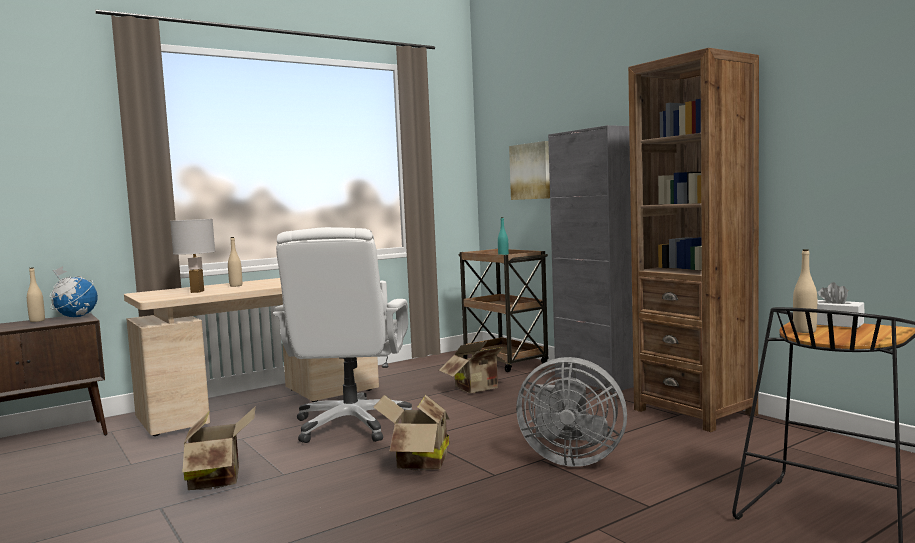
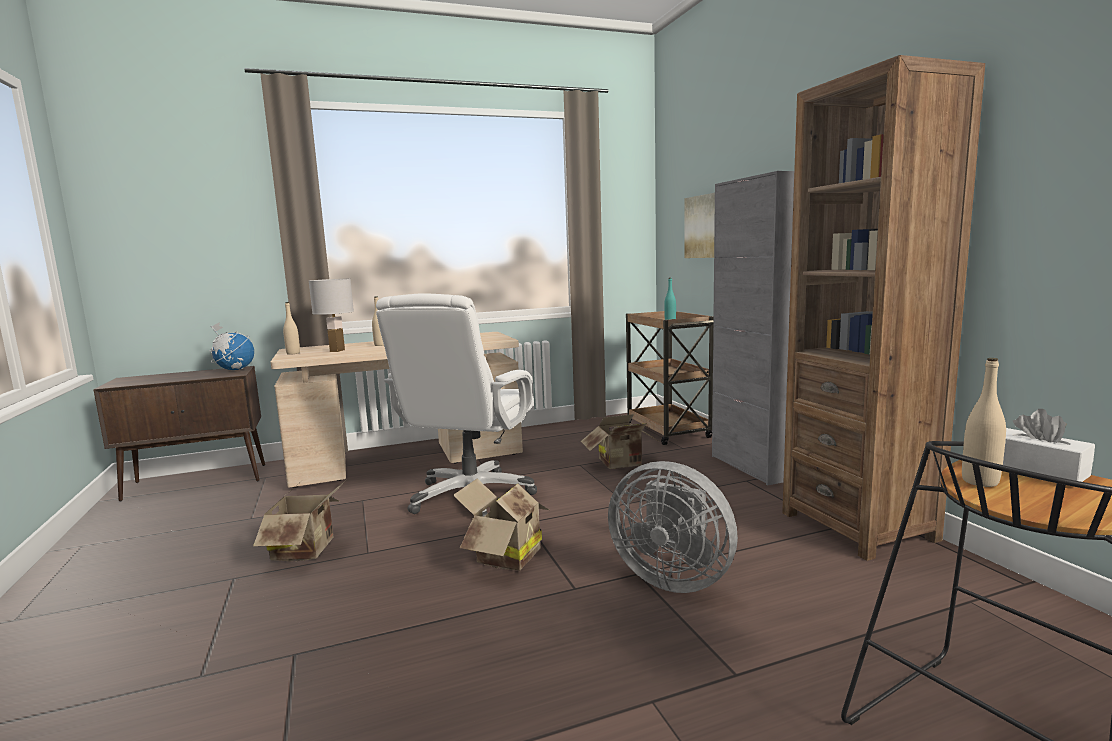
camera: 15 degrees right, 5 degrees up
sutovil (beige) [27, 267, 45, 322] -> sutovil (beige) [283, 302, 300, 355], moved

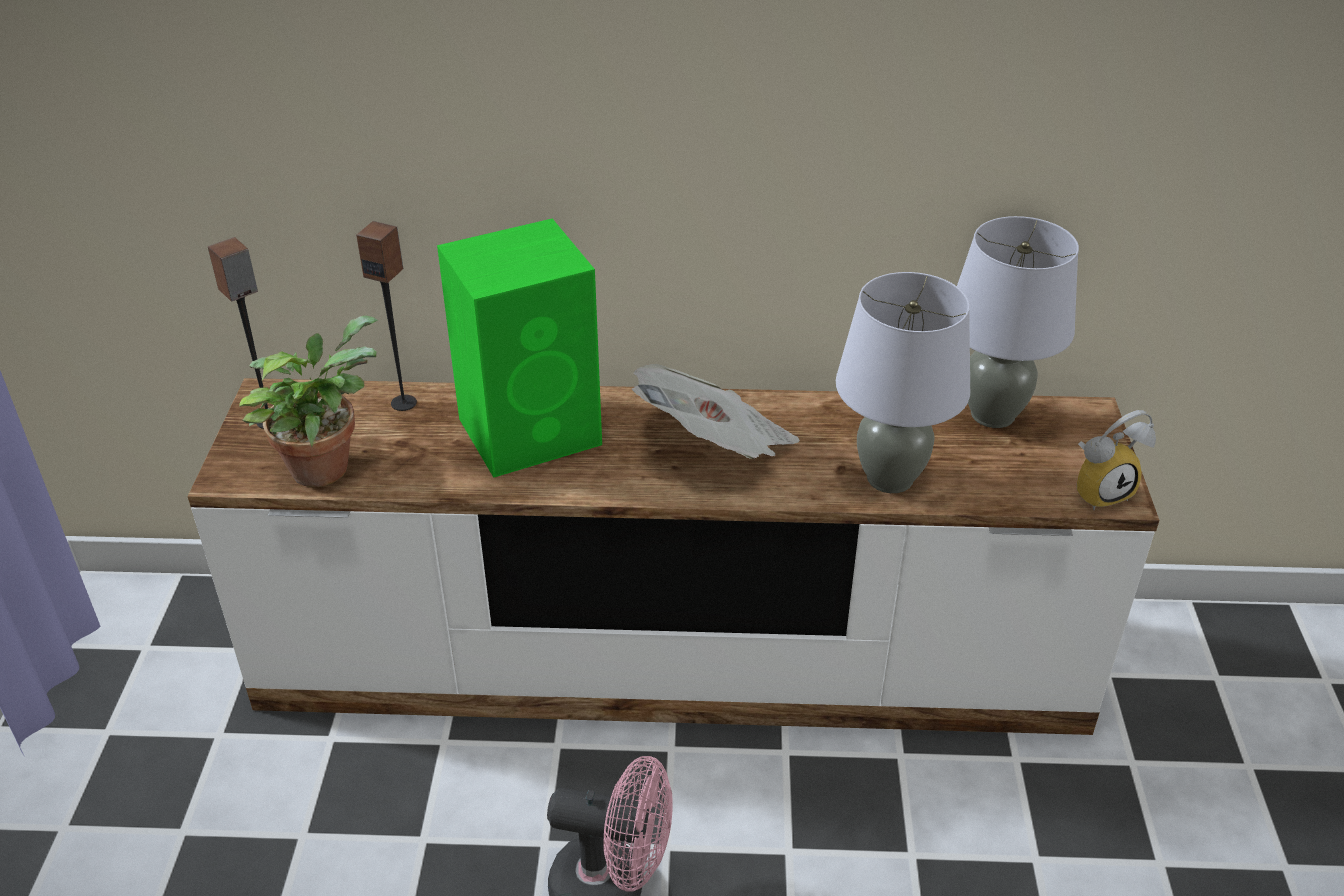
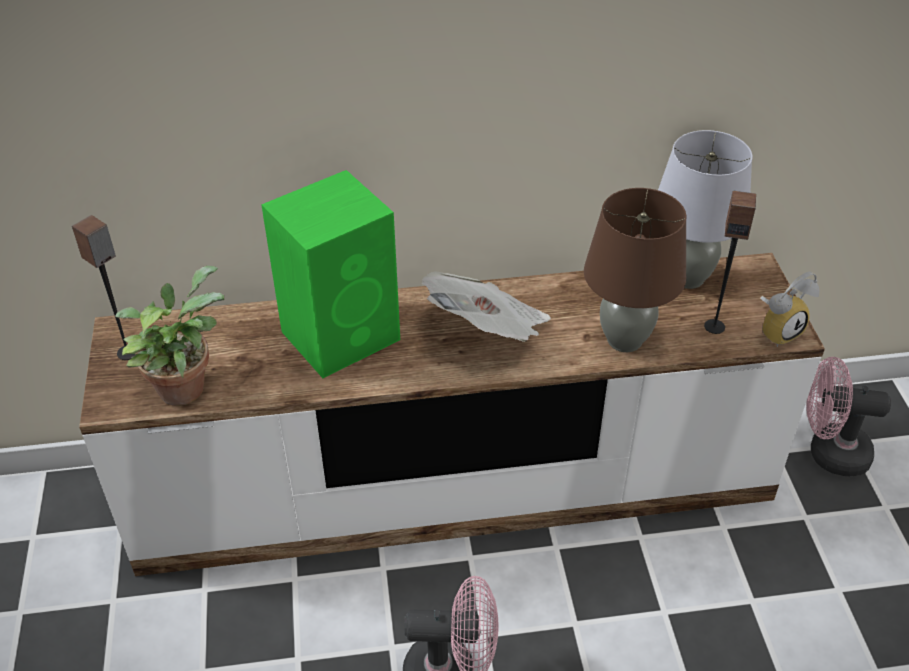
camera: 10 degrees left, 5 degrees up
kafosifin [356, 221, 417, 411] -> kafosifin [704, 191, 756, 334], moved
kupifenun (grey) [836, 272, 971, 493] -> kupifenun (brown) [584, 188, 686, 352]
none -> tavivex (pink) [806, 357, 891, 476]

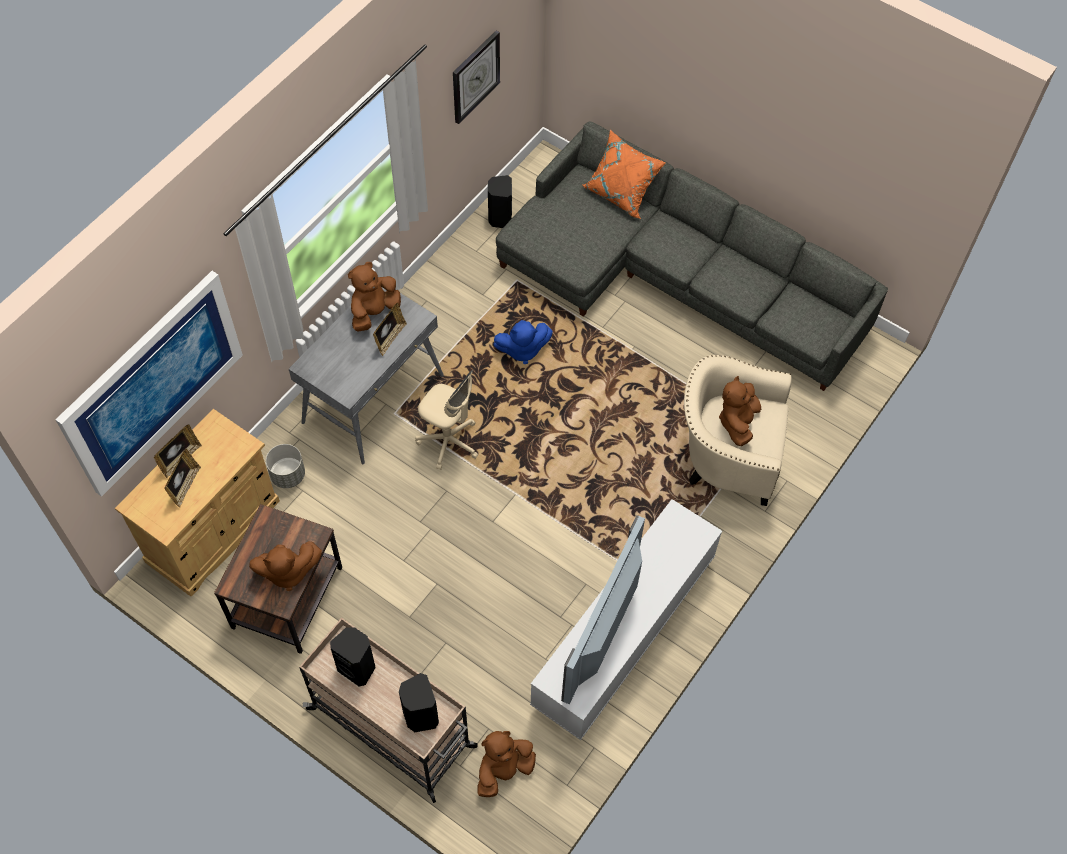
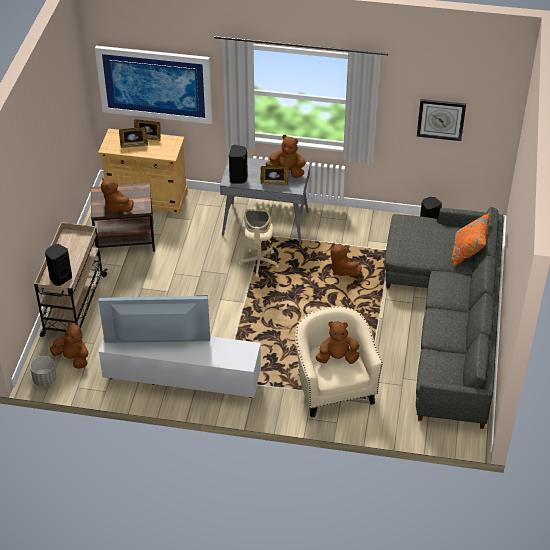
camera: 65 degrees right, 15 degrees down
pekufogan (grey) [266, 444, 305, 488] -> pekufogan (grey) [30, 356, 57, 386], moved
kafosifin (black) [330, 627, 376, 686] -> kafosifin (black) [229, 145, 248, 183], moved
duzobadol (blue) [493, 320, 553, 364] -> duzobadol (brown) [330, 243, 362, 277]

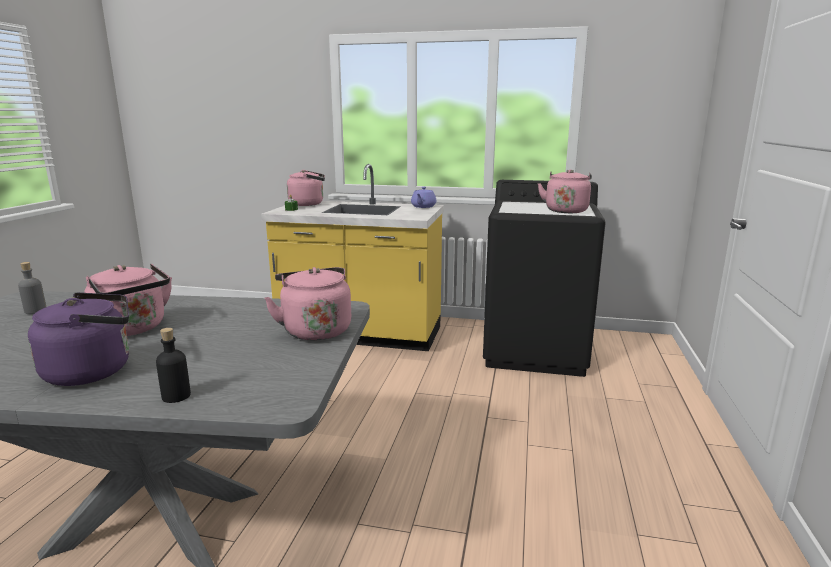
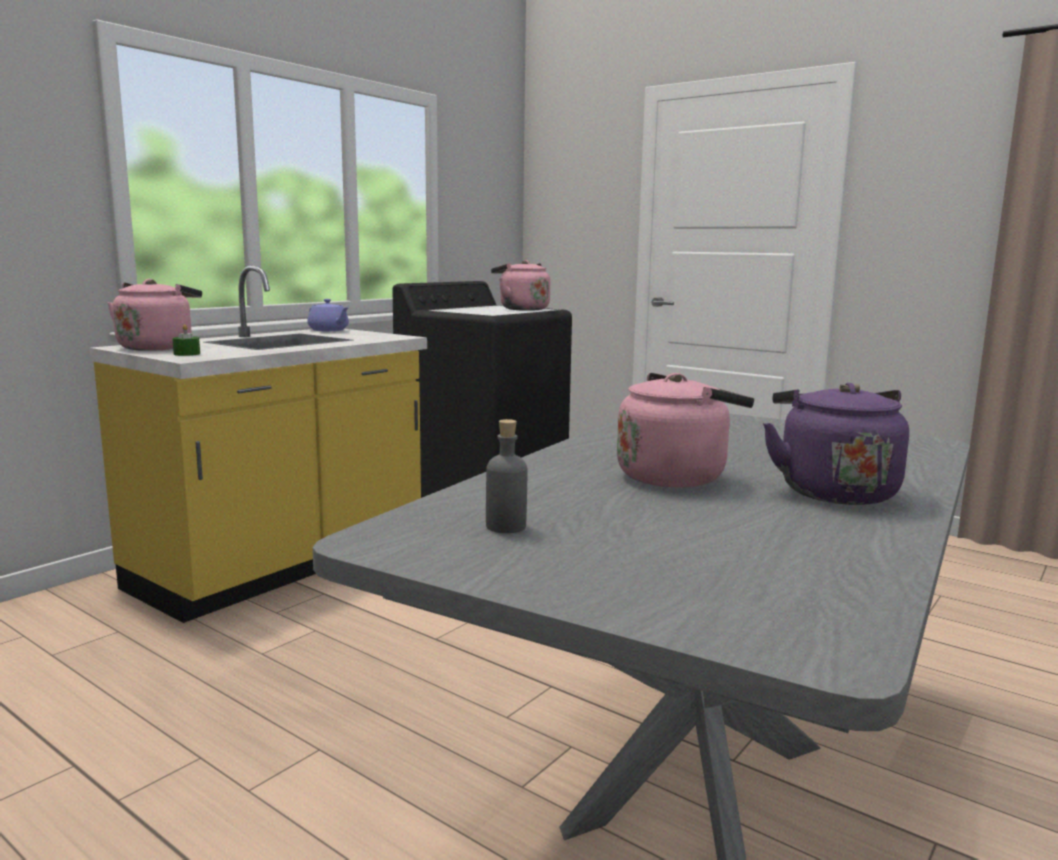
camera: 65 degrees left, 5 degrees down
sutovil (black) [156, 328, 191, 403] -> none
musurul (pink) [264, 267, 351, 341] -> none

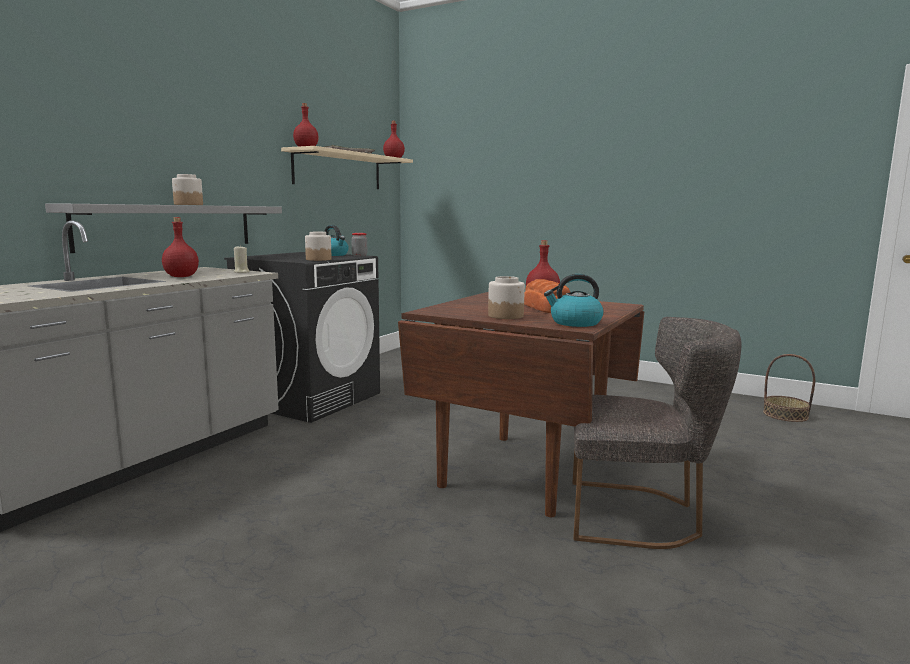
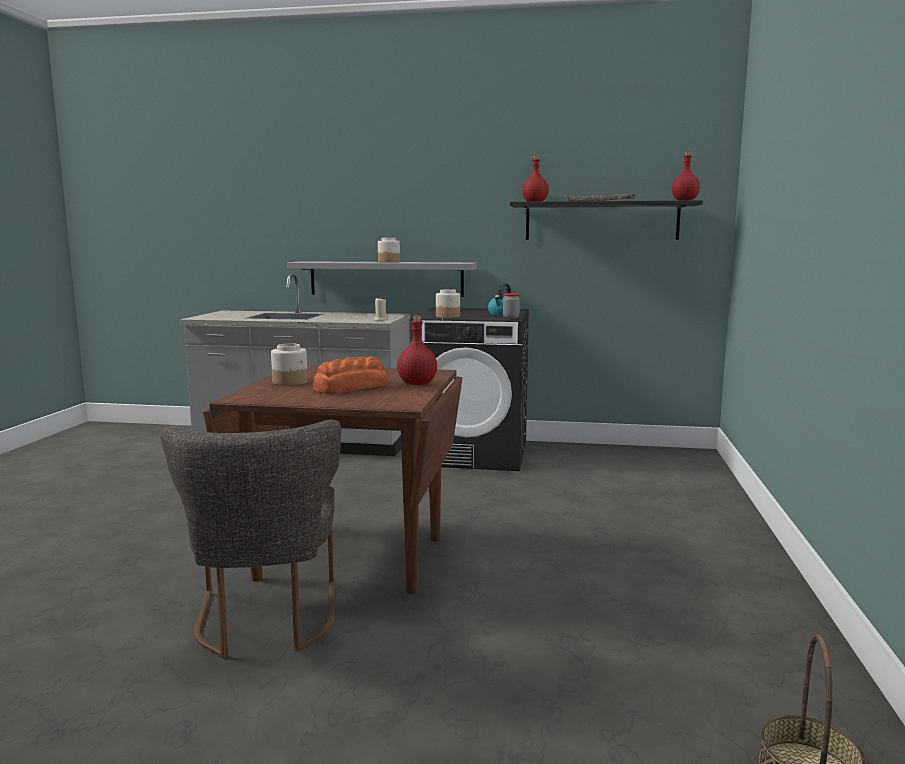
camera: 70 degrees right, 0 degrees up
sutovil (red) [162, 217, 199, 277] -> none
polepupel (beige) [281, 146, 413, 189] -> polepupel (black) [510, 200, 703, 240]
musurul [544, 274, 604, 327] -> none

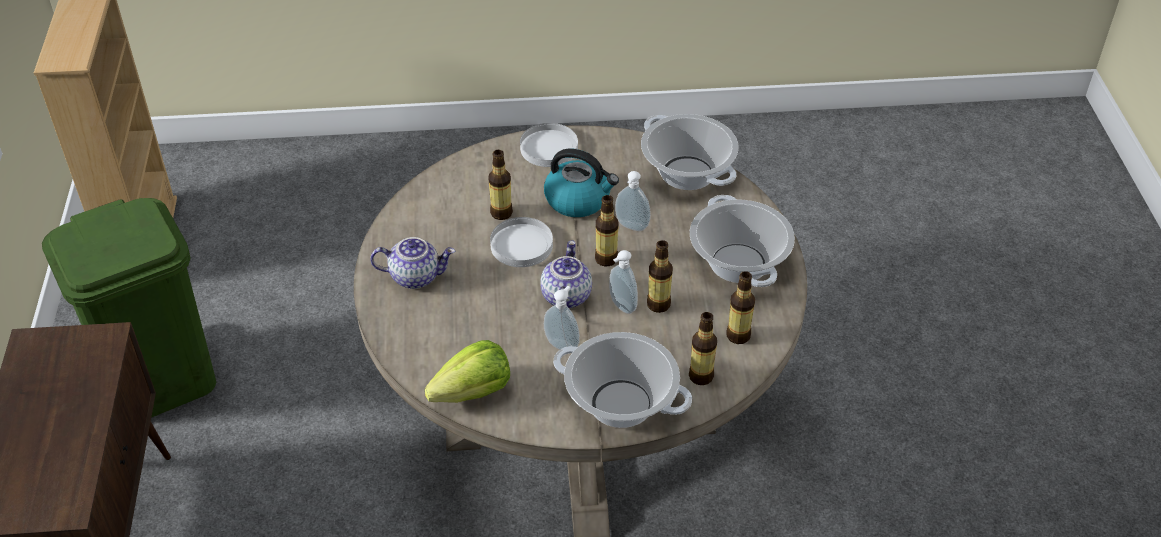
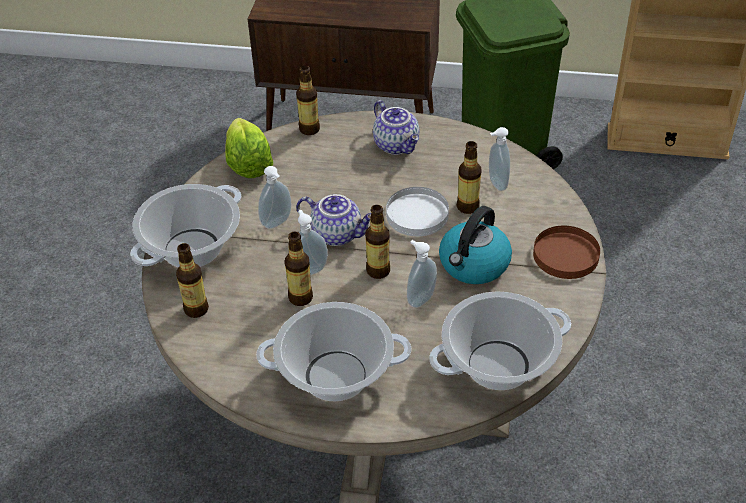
camera: 105 degrees right, 0 degrees up
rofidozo [370, 237, 455, 289] -> rofidozo [373, 100, 419, 155], 45 degrees counterclockwise
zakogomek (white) [520, 123, 578, 167] -> zakogomek (brown) [533, 226, 600, 279]
sutovil [727, 271, 755, 344] -> sutovil [296, 65, 320, 135], moved
none -> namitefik [489, 127, 510, 191]

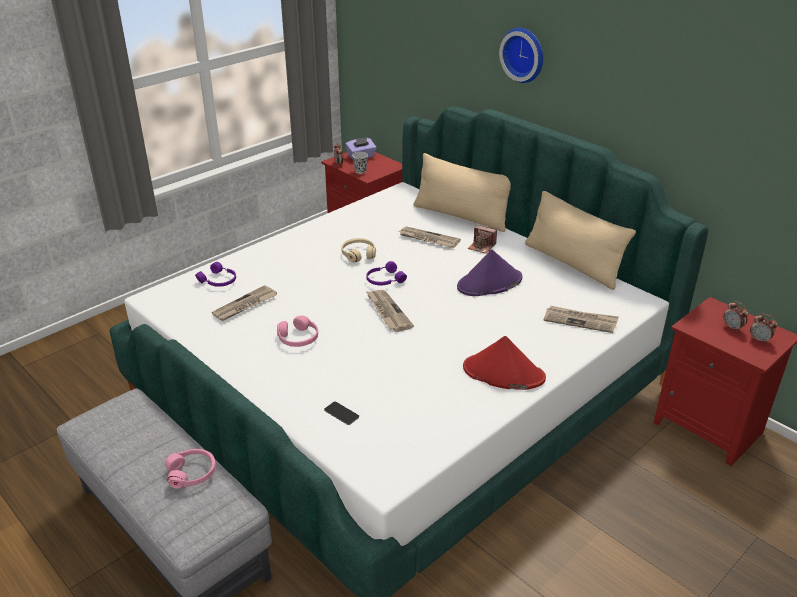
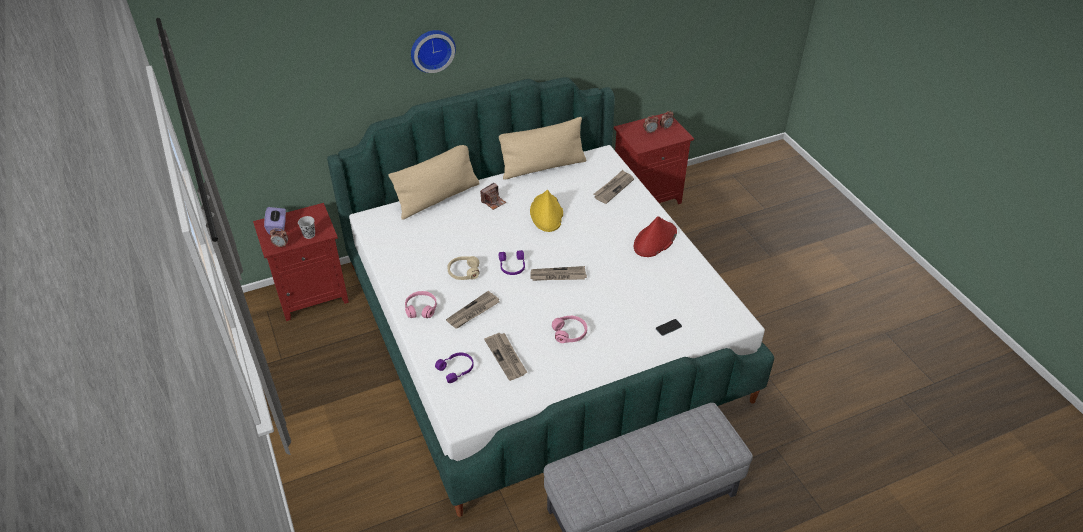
camera: 70 degrees left, 10 degrees up
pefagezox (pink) [165, 449, 216, 489] -> pefagezox (pink) [405, 291, 437, 318], moved
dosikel [398, 227, 461, 248] -> dosikel [446, 291, 500, 329], moved
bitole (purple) [457, 249, 522, 296] -> bitole (yellow) [530, 190, 563, 232]

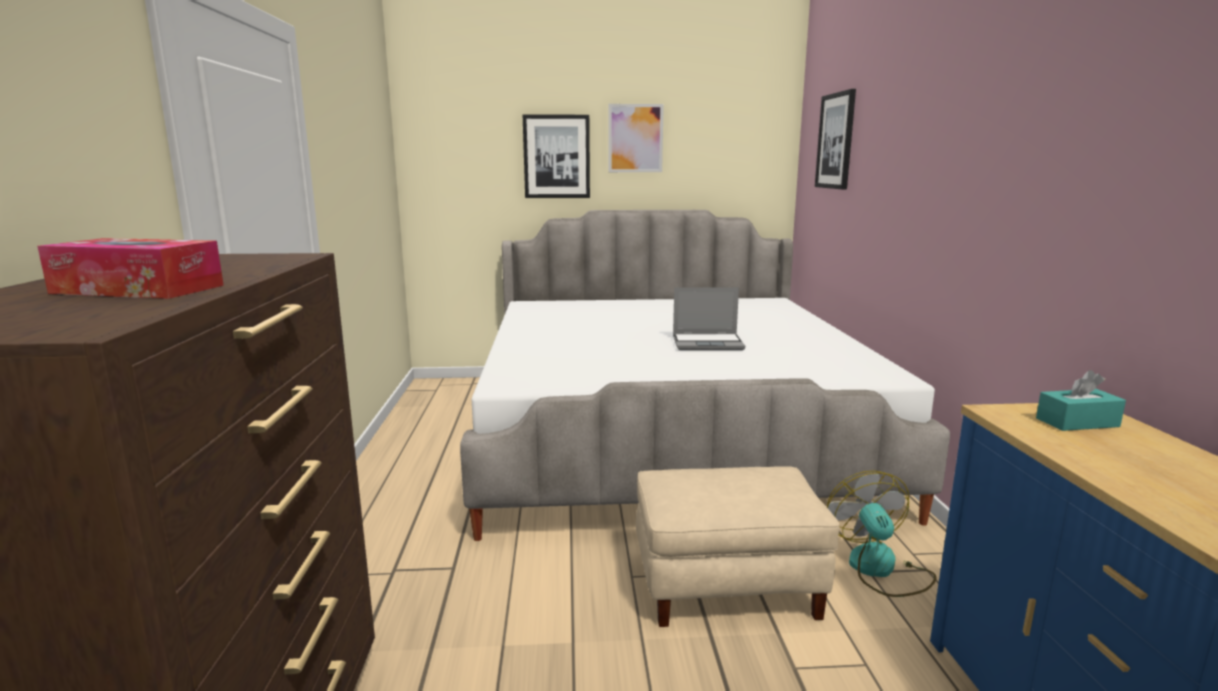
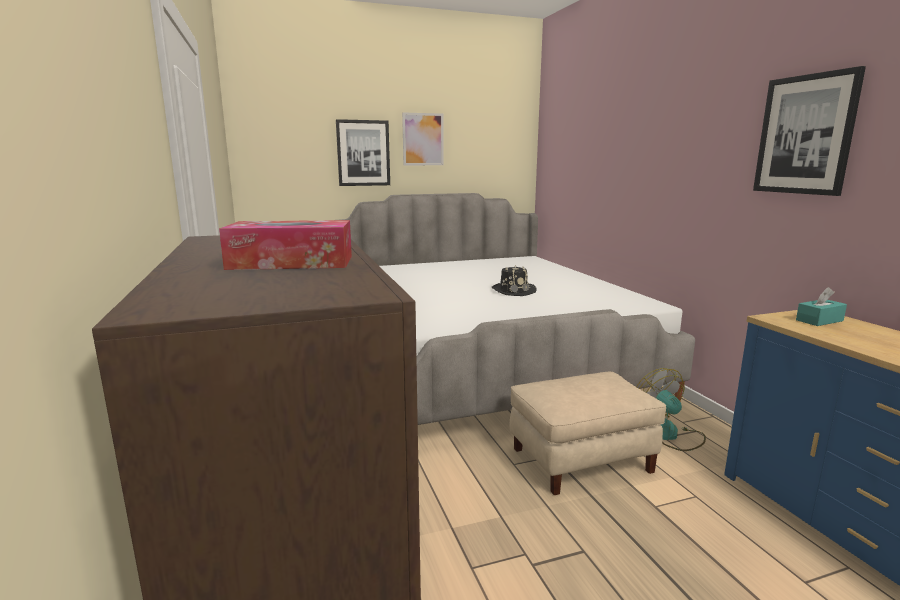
camera: 15 degrees left, 0 degrees up
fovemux [673, 287, 745, 350] -> bitole (black) [492, 265, 537, 296]
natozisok [815, 89, 856, 190] -> natozisok [753, 66, 866, 196], moved

